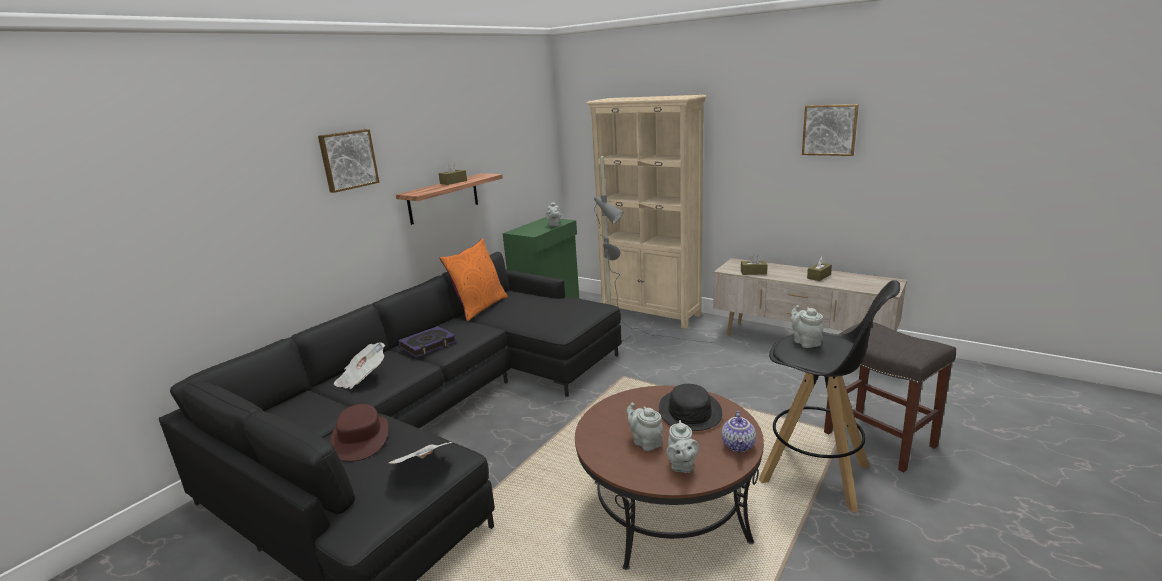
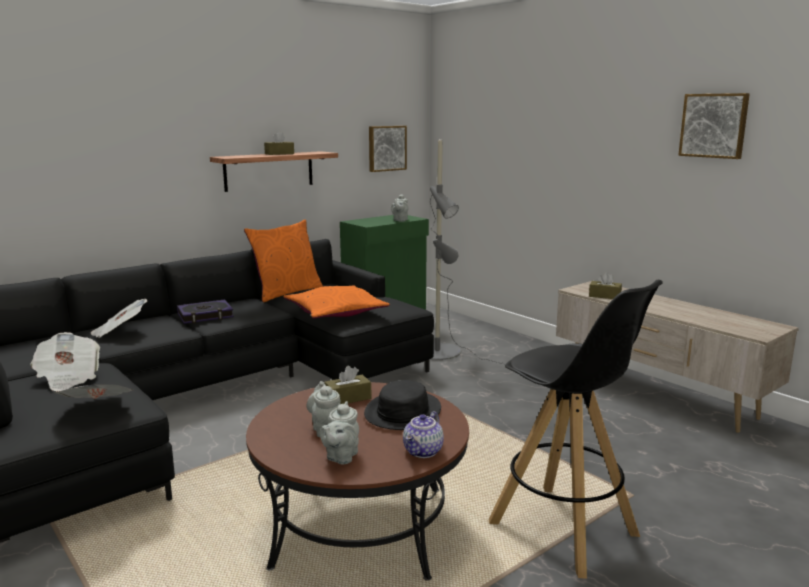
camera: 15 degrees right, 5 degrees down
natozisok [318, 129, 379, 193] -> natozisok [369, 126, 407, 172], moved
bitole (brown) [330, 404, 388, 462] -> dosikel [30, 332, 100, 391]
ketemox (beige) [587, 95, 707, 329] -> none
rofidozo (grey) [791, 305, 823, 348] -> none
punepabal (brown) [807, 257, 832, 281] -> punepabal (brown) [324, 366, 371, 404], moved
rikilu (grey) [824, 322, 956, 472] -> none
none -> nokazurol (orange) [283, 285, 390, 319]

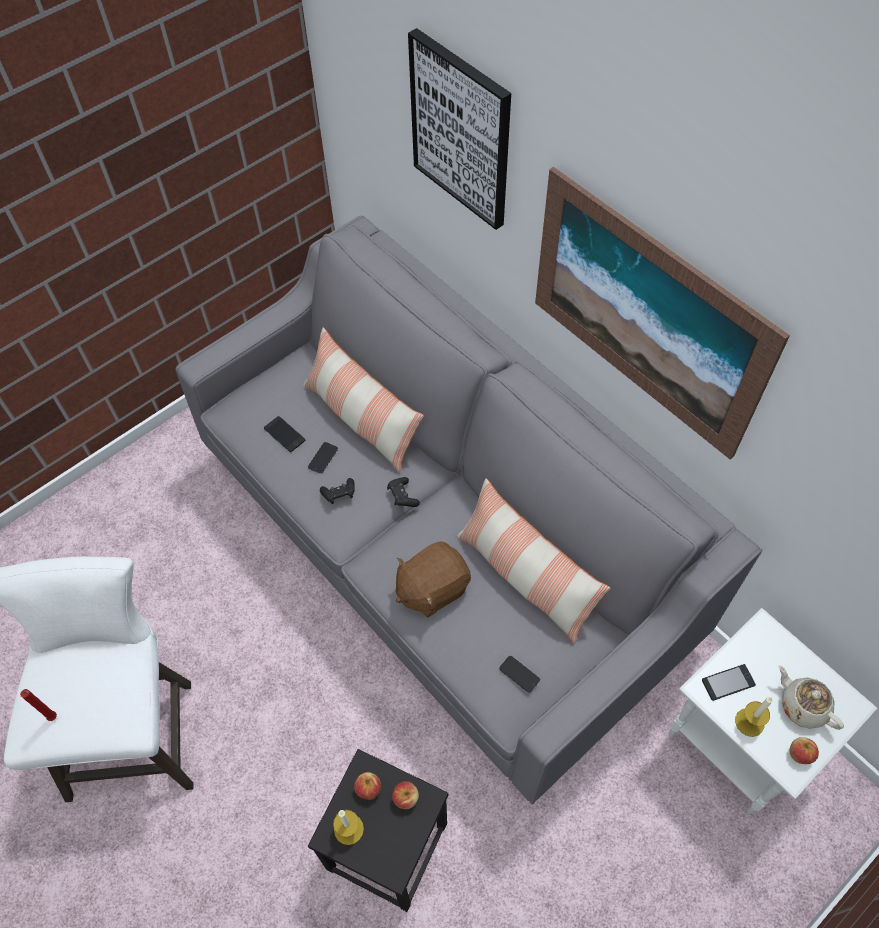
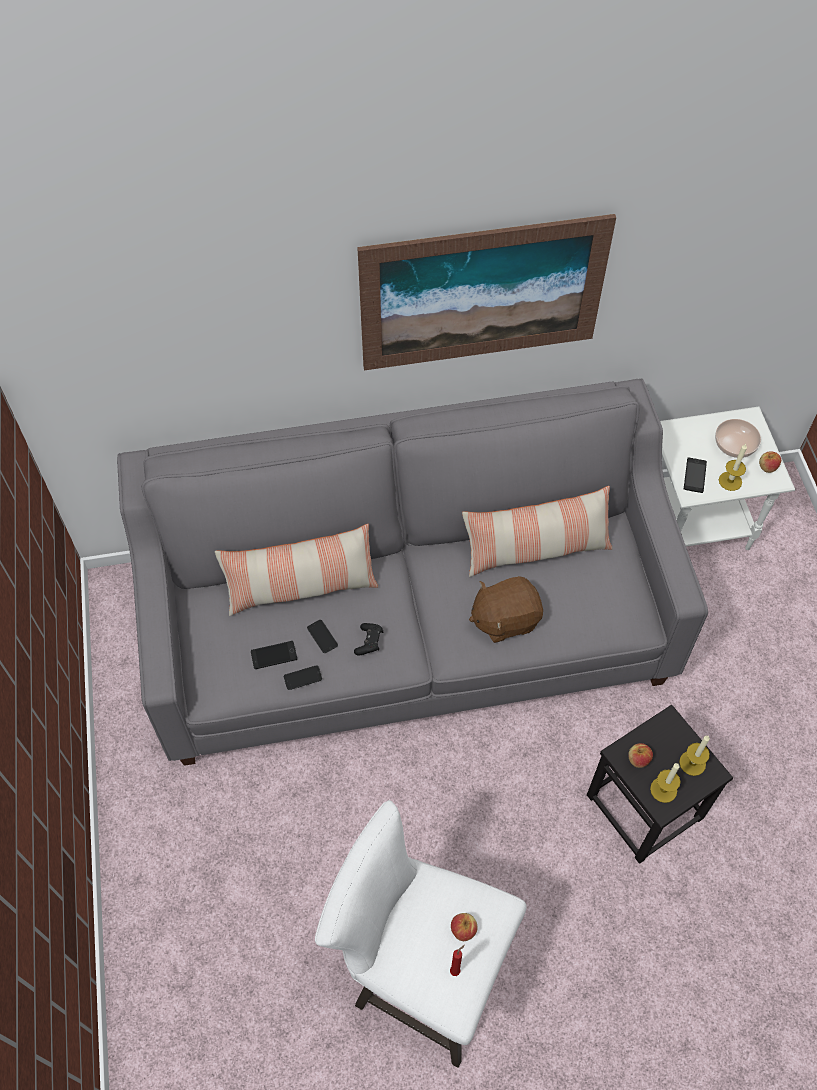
camera: 60 degrees left, 0 degrees up
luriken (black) [387, 477, 420, 507] -> none
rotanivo [392, 781, 419, 809] -> rotanivo [451, 913, 478, 941], moved
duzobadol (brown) [396, 542, 471, 617] -> duzobadol (brown) [469, 576, 543, 643], 75 degrees clockwise
natozisok [408, 28, 511, 230] -> none
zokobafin [499, 656, 540, 693] -> zokobafin [284, 665, 322, 690], moved
rofidozo (beige) [778, 665, 844, 730] -> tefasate [715, 419, 761, 458]
none -> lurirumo [679, 736, 710, 776]

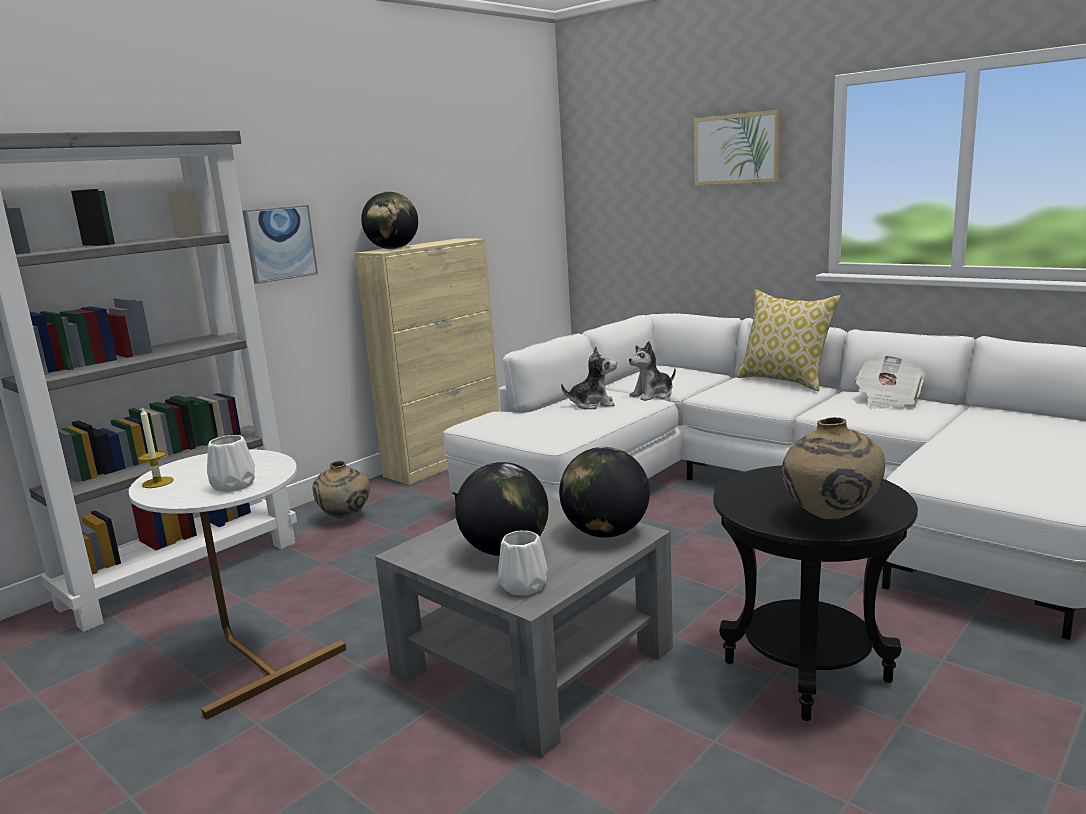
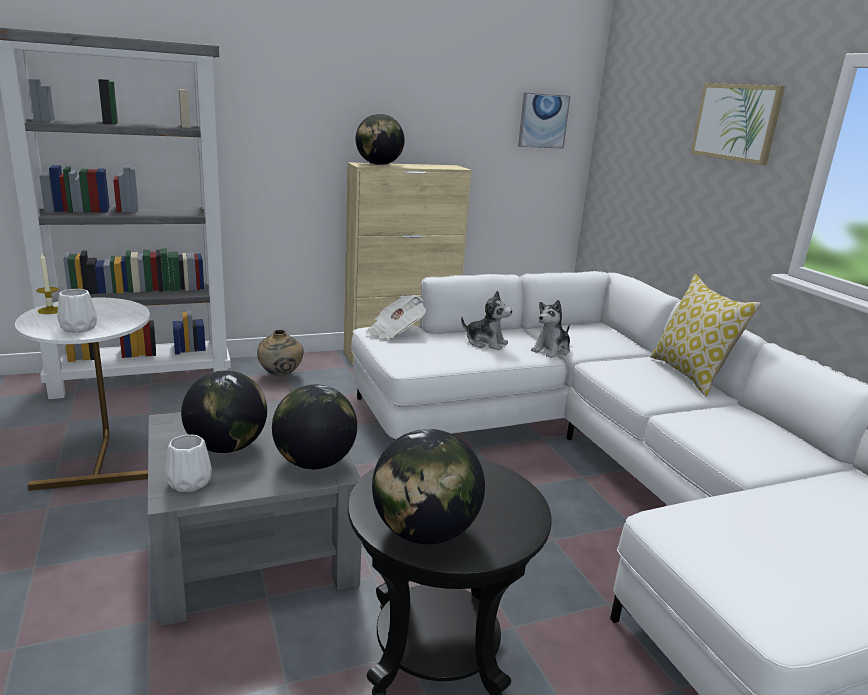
camera: 25 degrees right, 5 degrees up
natozisok [242, 205, 318, 284] -> natozisok [518, 92, 570, 149], moved
duzobadol [629, 341, 676, 401] -> duzobadol [531, 300, 570, 358], 45 degrees counterclockwise
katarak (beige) [782, 417, 885, 520] -> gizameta [372, 429, 485, 544]
dosikel [855, 355, 925, 409] -> dosikel [366, 296, 426, 339], moved

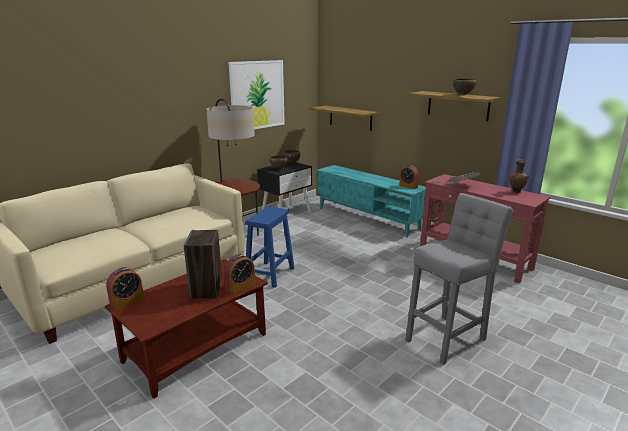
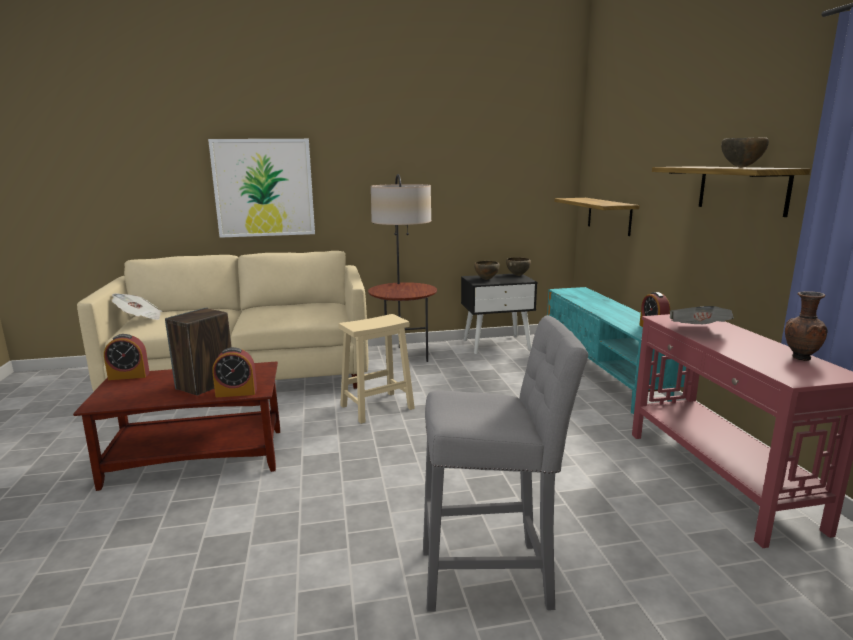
camera: 35 degrees right, 5 degrees down
natozisok [229, 60, 285, 129] -> natozisok [208, 139, 315, 238], moved
rikilu (blue) [245, 206, 294, 288] -> rikilu (beige) [339, 314, 415, 424]
none -> dosikel [112, 293, 162, 320]

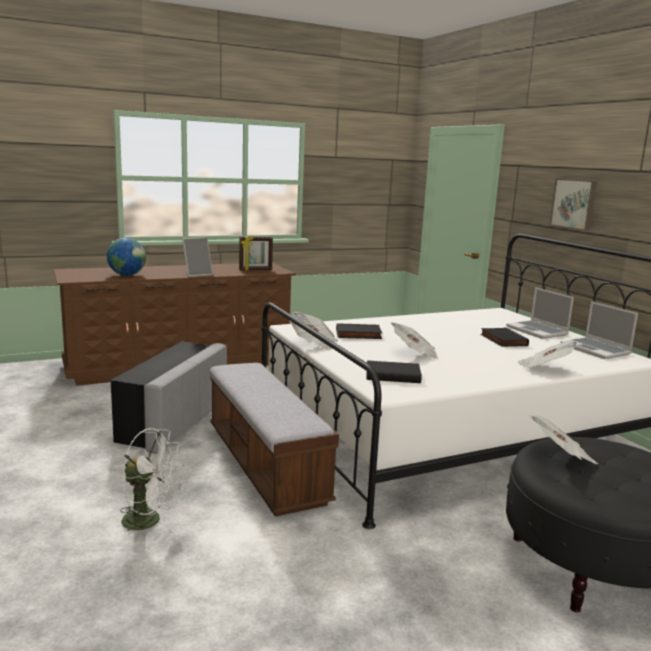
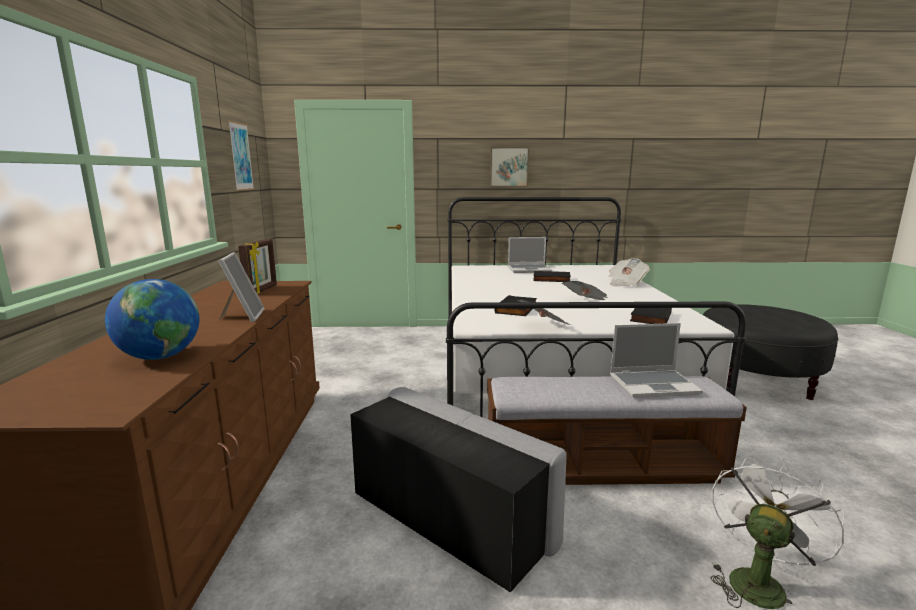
camera: 65 degrees left, 0 degrees up
dosikel [528, 415, 598, 464] -> none
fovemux [560, 301, 638, 359] -> fovemux [610, 323, 703, 398], moved
none -> natozisok [228, 121, 254, 191]

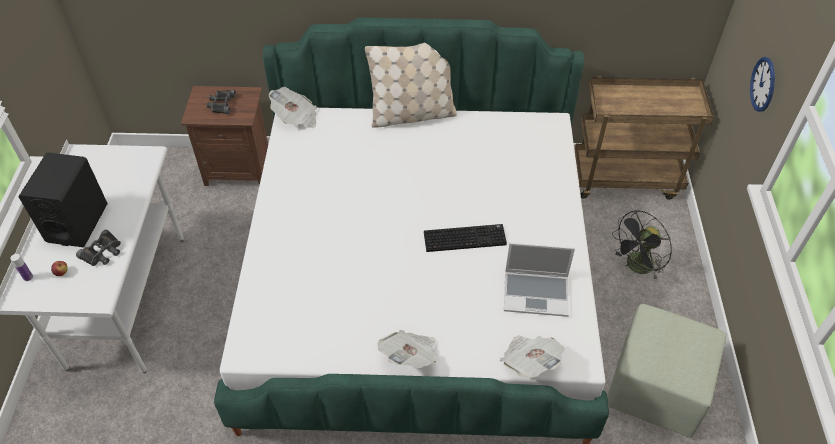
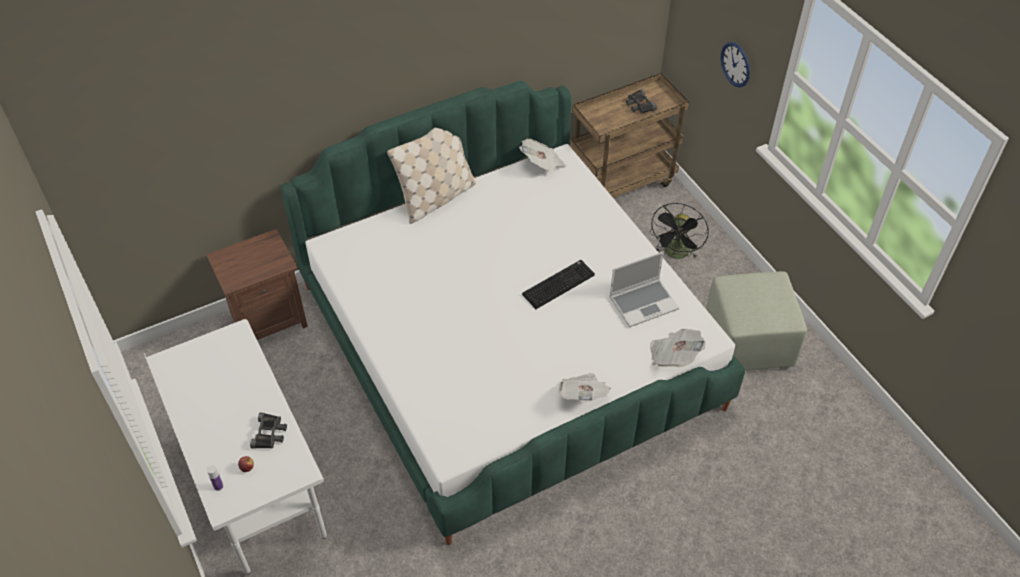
camera: 30 degrees left, 0 degrees up
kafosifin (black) [19, 152, 108, 247] -> none
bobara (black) [207, 90, 236, 114] -> bobara (black) [626, 89, 657, 114], moved
dosikel [269, 87, 317, 128] -> dosikel [519, 139, 566, 171], moved

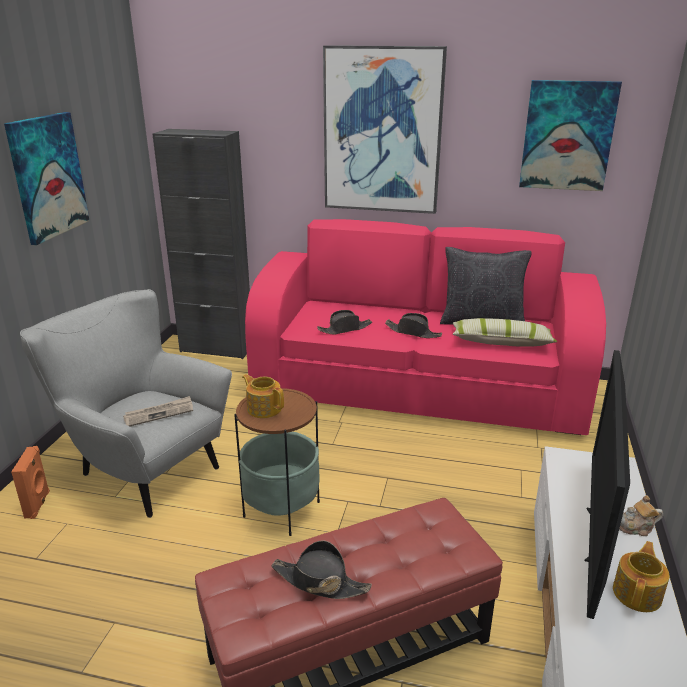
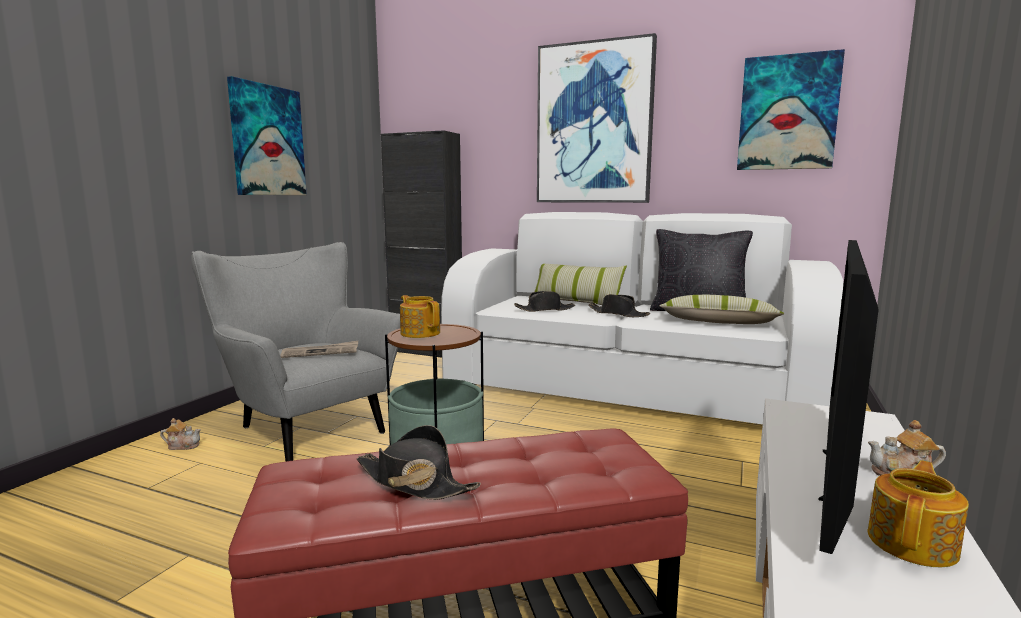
camera: 10 degrees right, 15 degrees down
kafosifin (orange) [11, 446, 50, 519] -> rofidozo [160, 418, 201, 450]
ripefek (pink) [245, 219, 606, 435] -> ripefek (white) [441, 212, 844, 425]
none -> nokazurol [534, 264, 627, 305]

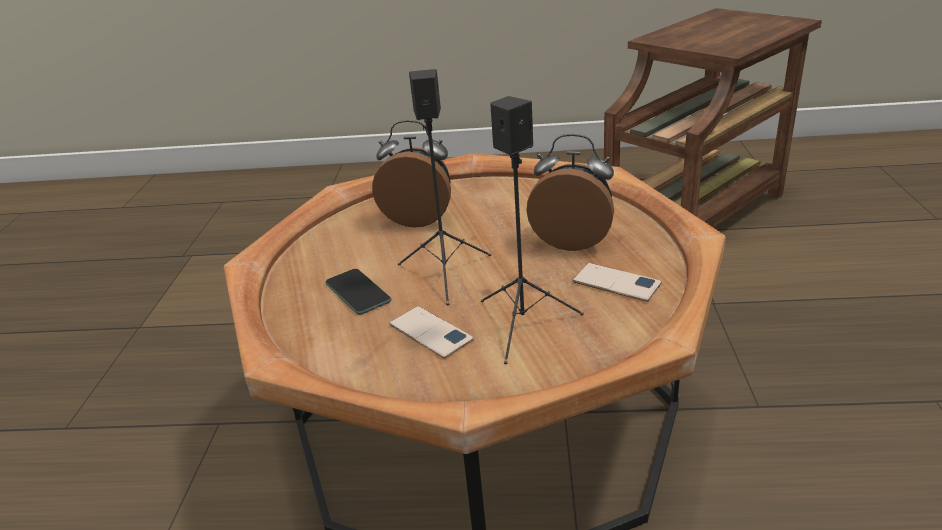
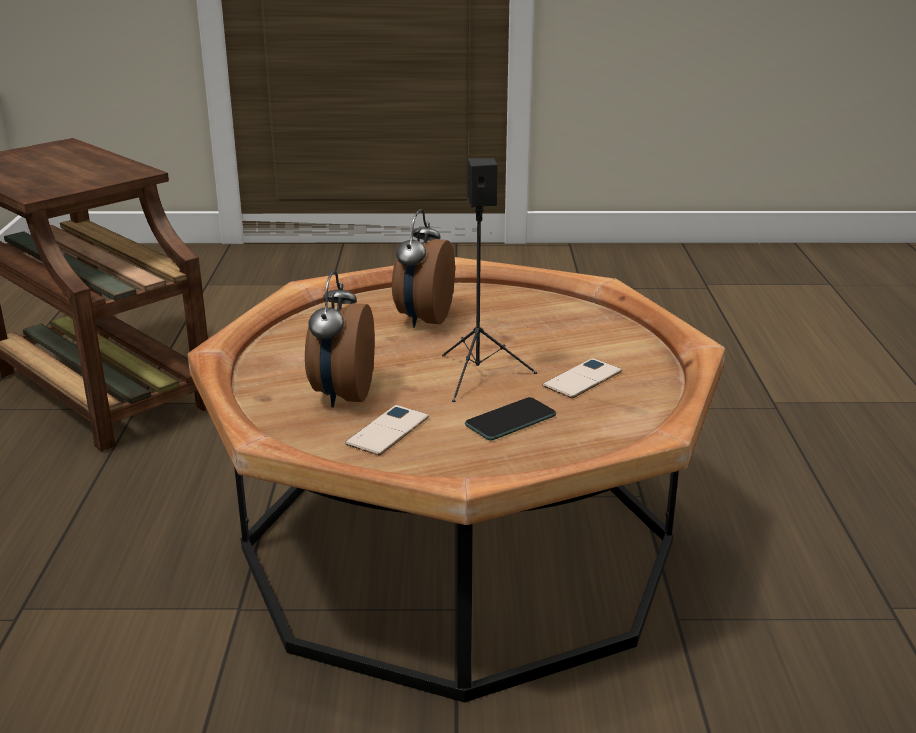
camera: 95 degrees left, 5 degrees down
kafosifin (black) [481, 96, 584, 364] -> none
zokobafin [573, 263, 662, 302] -> zokobafin [345, 405, 429, 455], moved

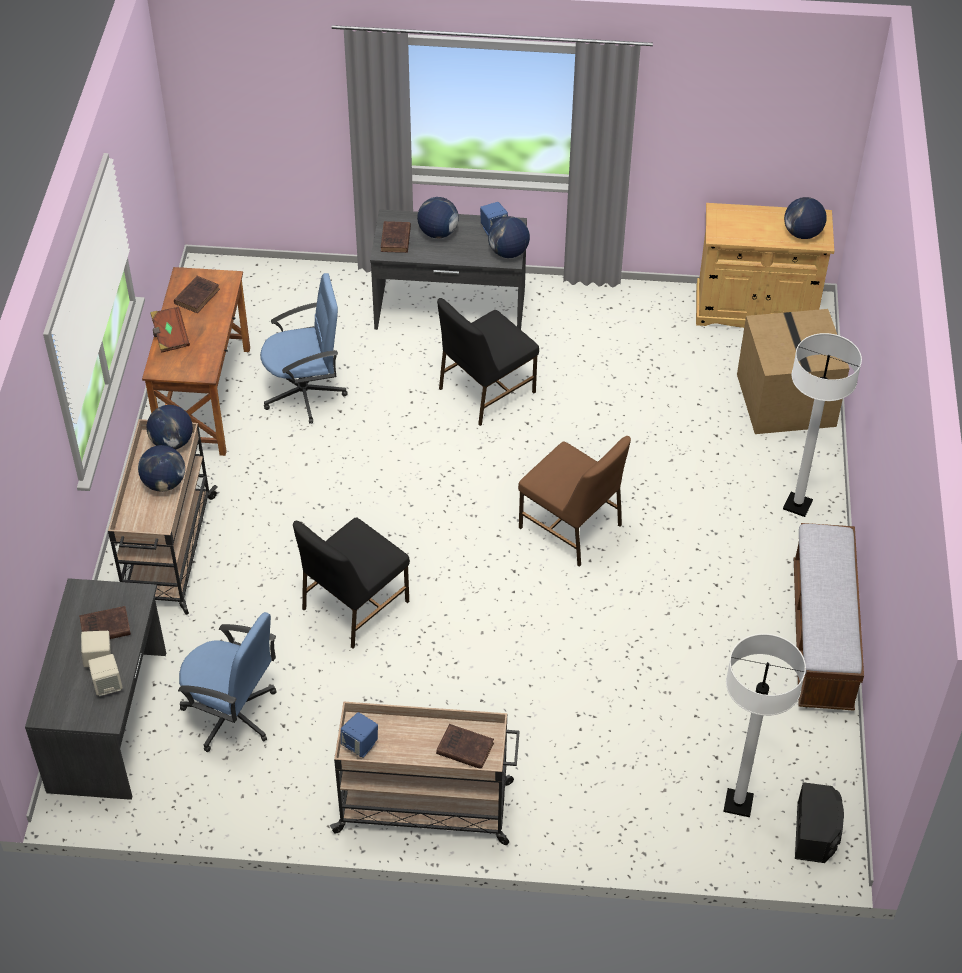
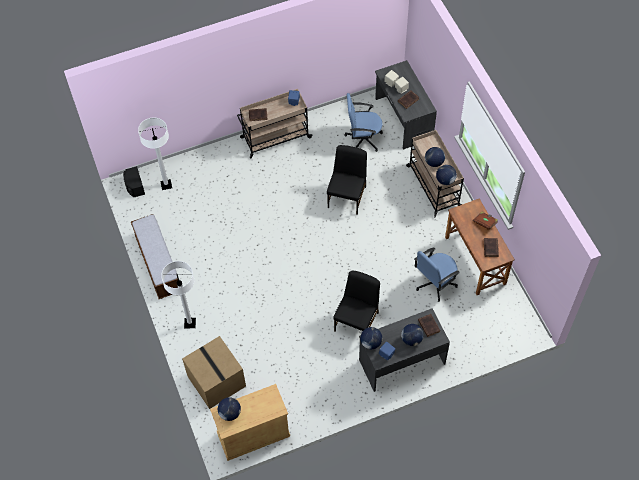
camera: 155 degrees right, 10 degrees up
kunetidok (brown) [518, 436, 631, 567] -> none

